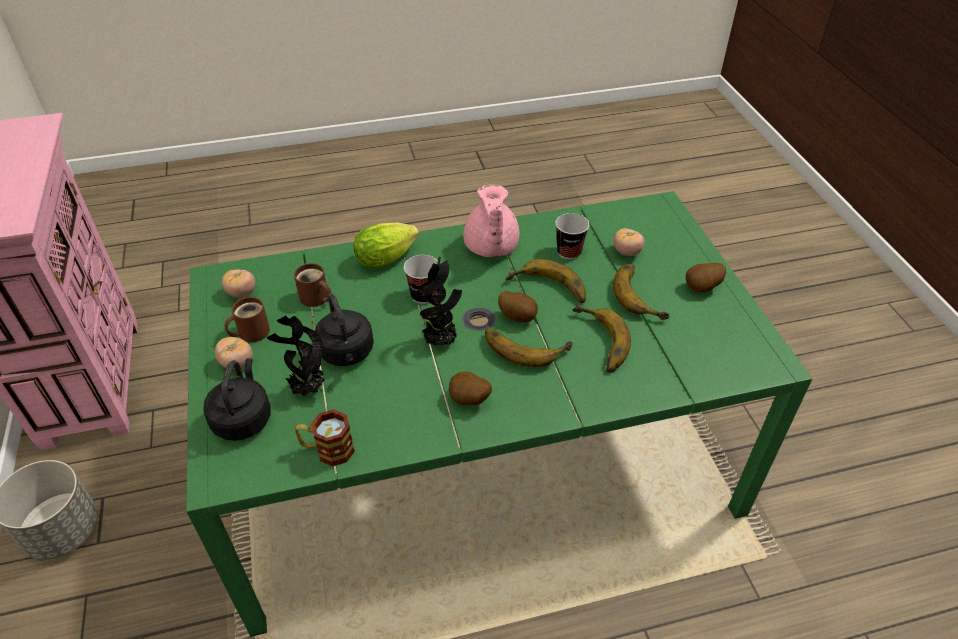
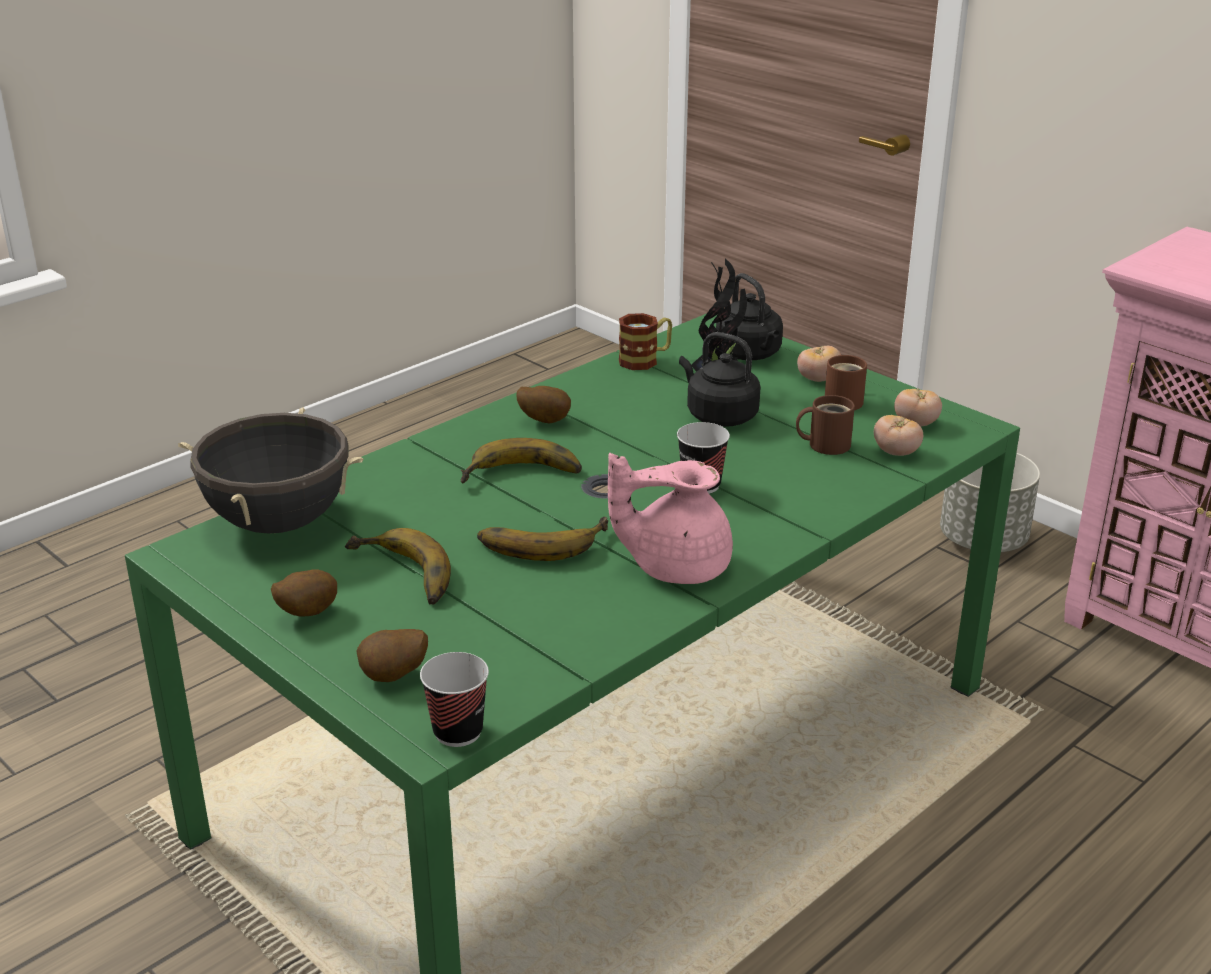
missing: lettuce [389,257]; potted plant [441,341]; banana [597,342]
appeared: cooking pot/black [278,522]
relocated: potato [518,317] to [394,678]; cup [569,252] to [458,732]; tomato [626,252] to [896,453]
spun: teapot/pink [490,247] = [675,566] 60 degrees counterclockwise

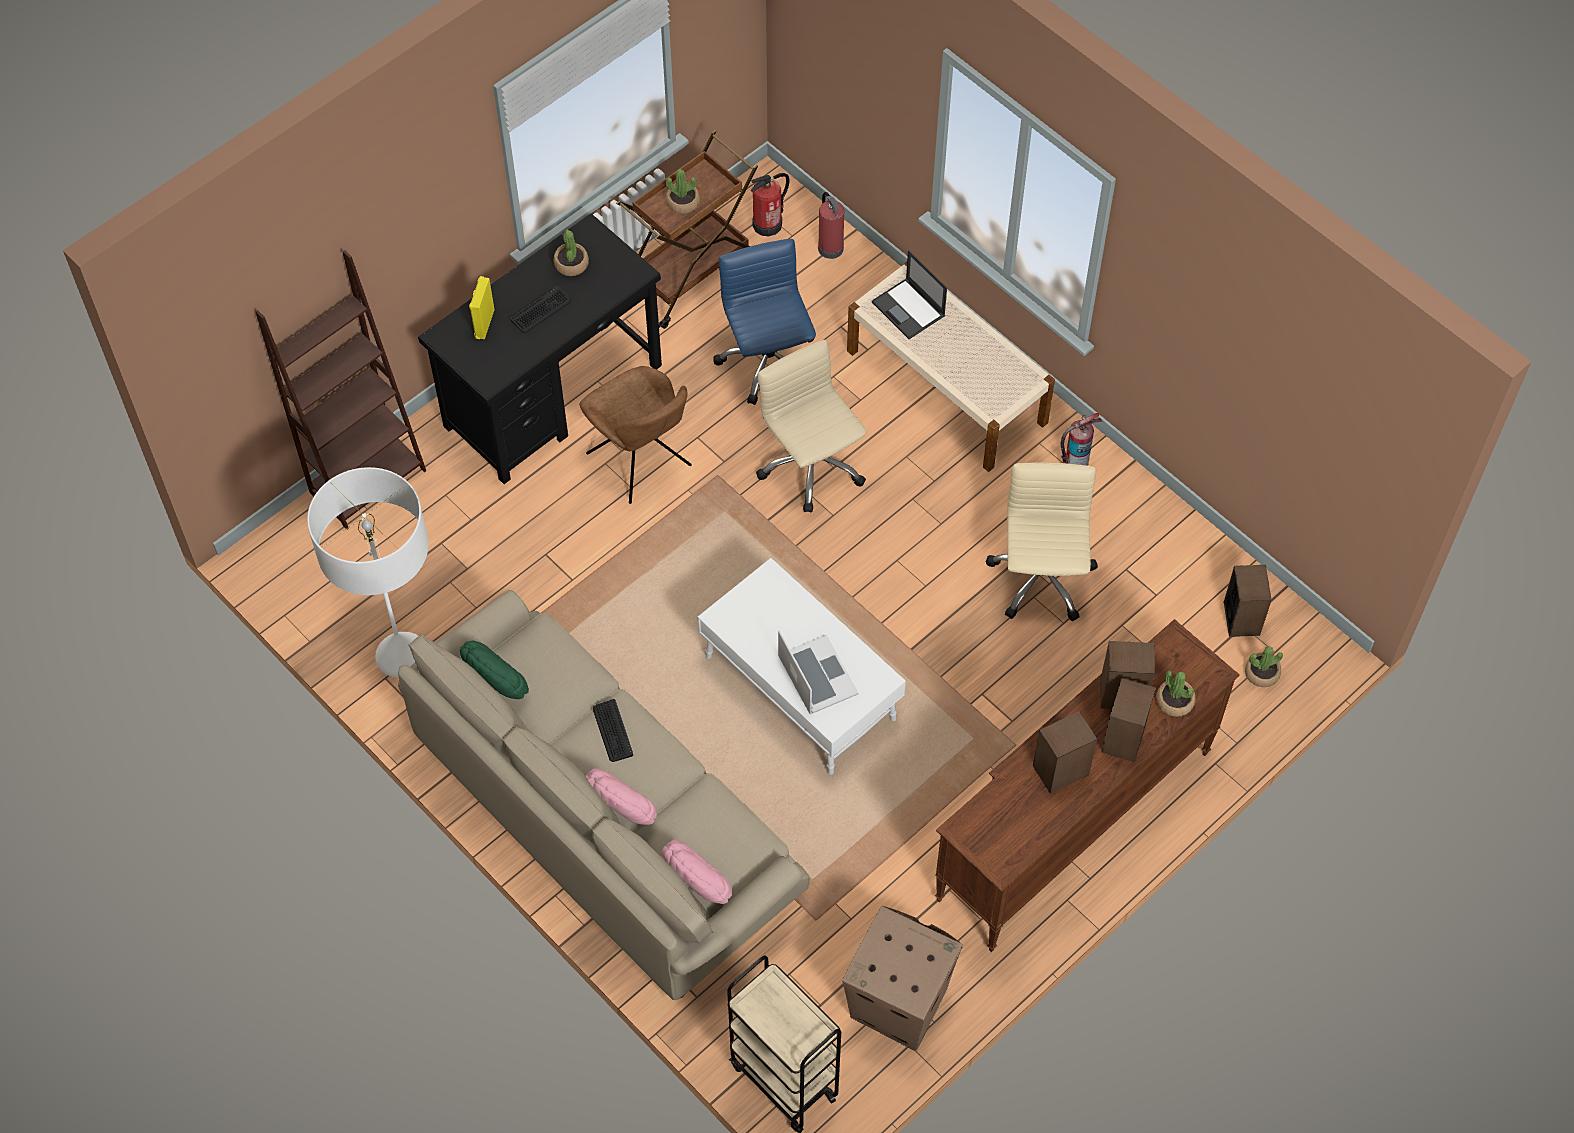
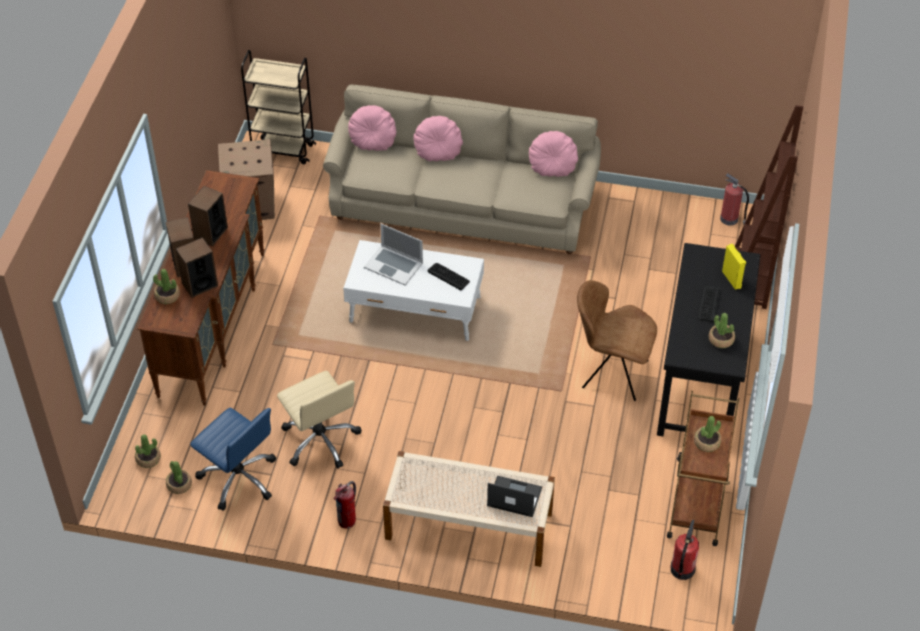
missing: floor lamp/white [402,658]; office chair/beige [811,466]
relocated: office chair/blue [768,362] to [239,478]; keyboard [612,731] to [448,276]; fire extinguisher [830,247] to [730,219]
exchanged: speaker [1242,618] to potted plant [179,485]
colour: pillow/green [497,686] to pillow/pink [552,170]

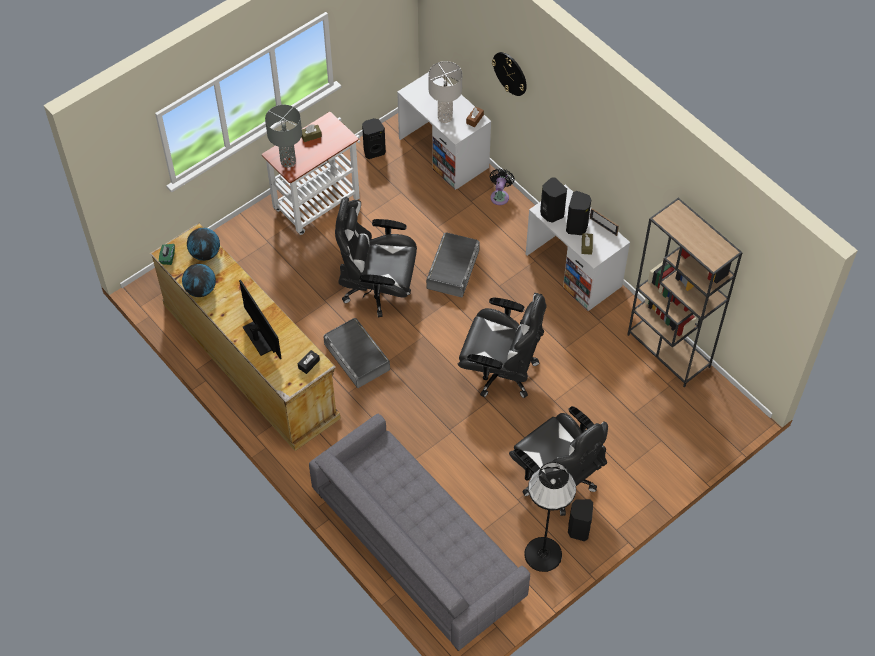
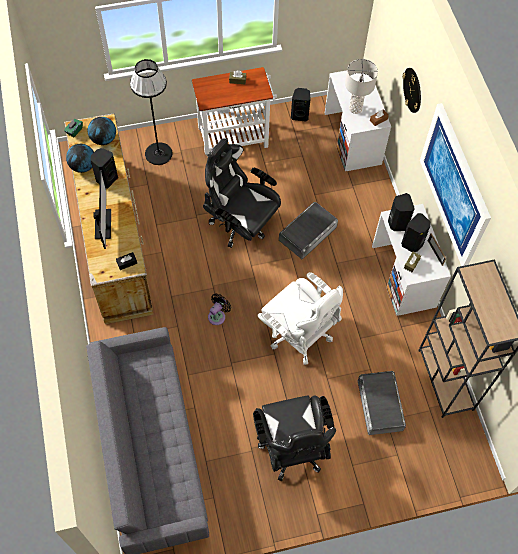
missing: table lamp/grey [288,161]
appeared: picture [454,186]
relocated: speaker/black [578,529] to [106,179]; floor lamp/black [543,554] to [158,154]; fan/black [500,196] to [218,315]; storage box/grey [357,356] to [380,405]
colour: office chair/black [499,371] to office chair/white [297,333]

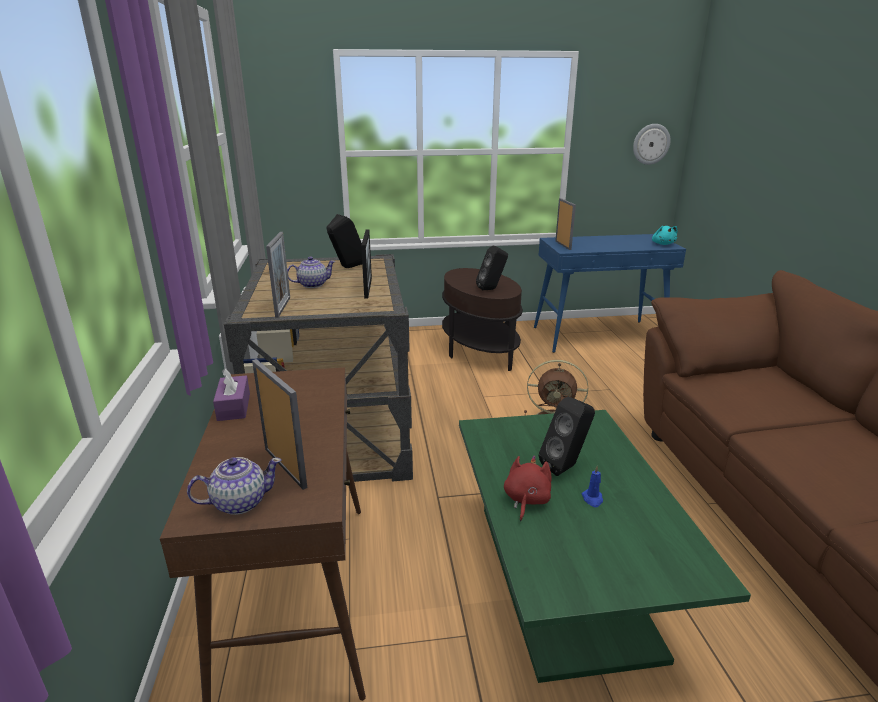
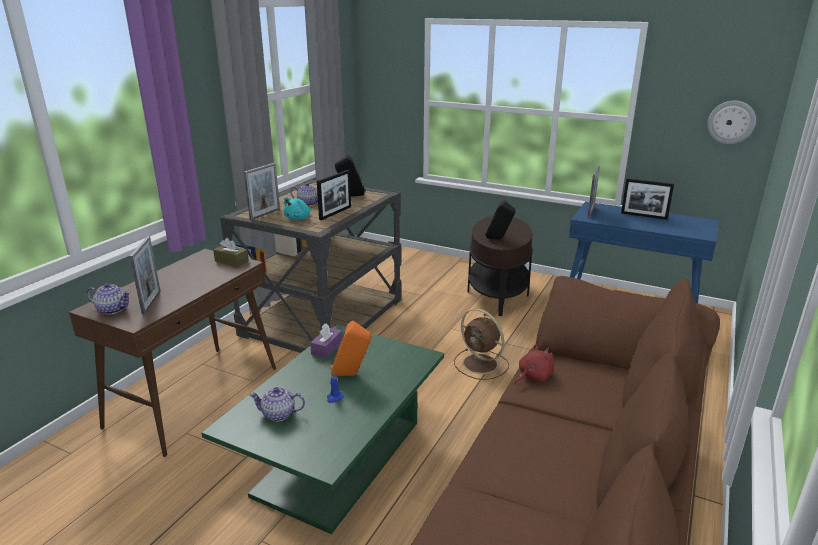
appeared: tissue box/brown [231,261]; teapot [279,414]; picture frame [644,216]
relocated: plush toy/turquoise [663,244] to [298,218]; tissue box/purple [234,407] to [327,348]; plush toy/red [526,500] to [533,377]
colour: speaker/black [566,467] to speaker/orange [351,375]

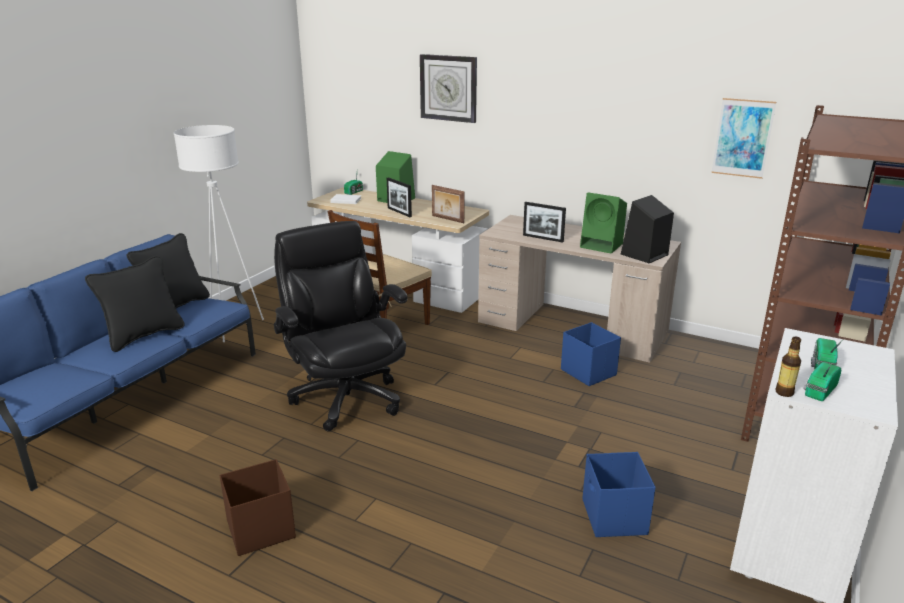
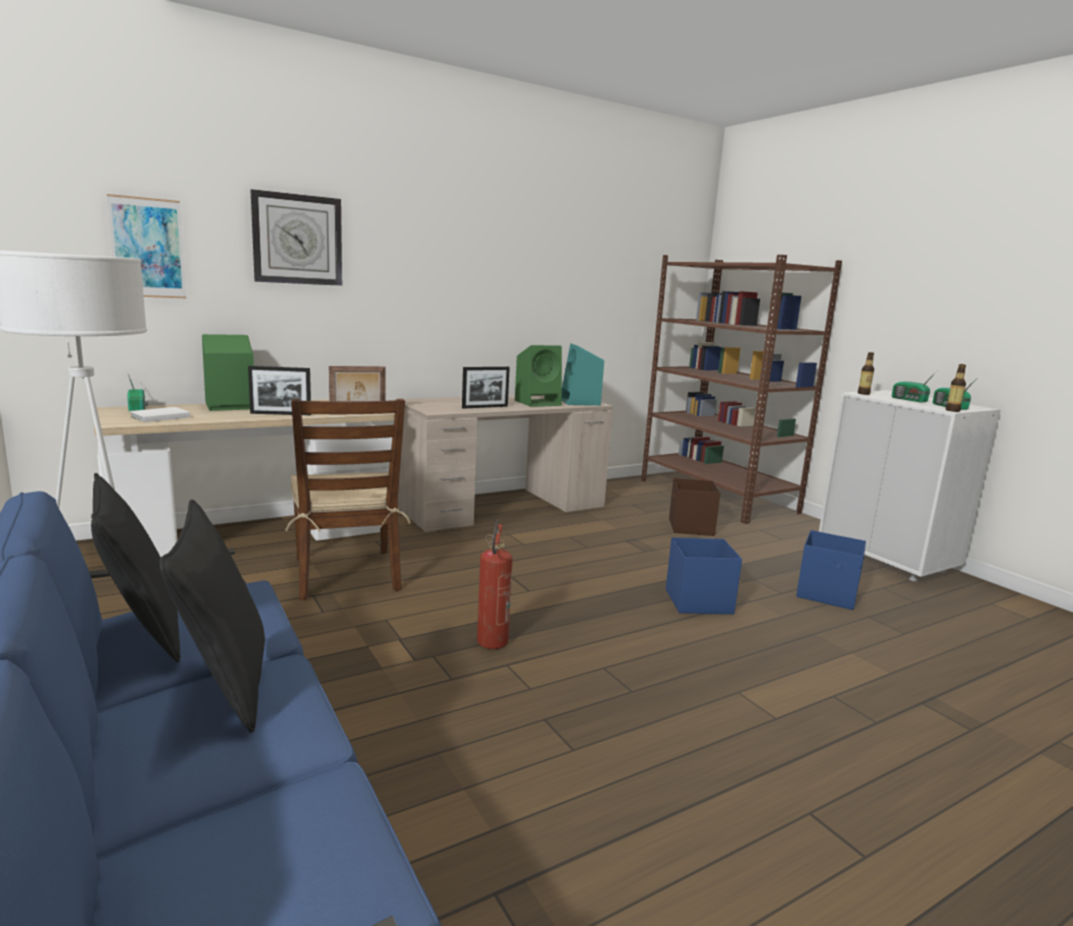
appeared: bottle [863,394]
relocated: picture [742,138] to [148,248]; storage box/blue [588,372] to [697,602]; storage box/brown [260,530] to [690,527]
exchanged: office chair/black [346,397] to fire extinguisher [491,646]
colour: speaker/black [644,255] to speaker/turquoise [580,402]

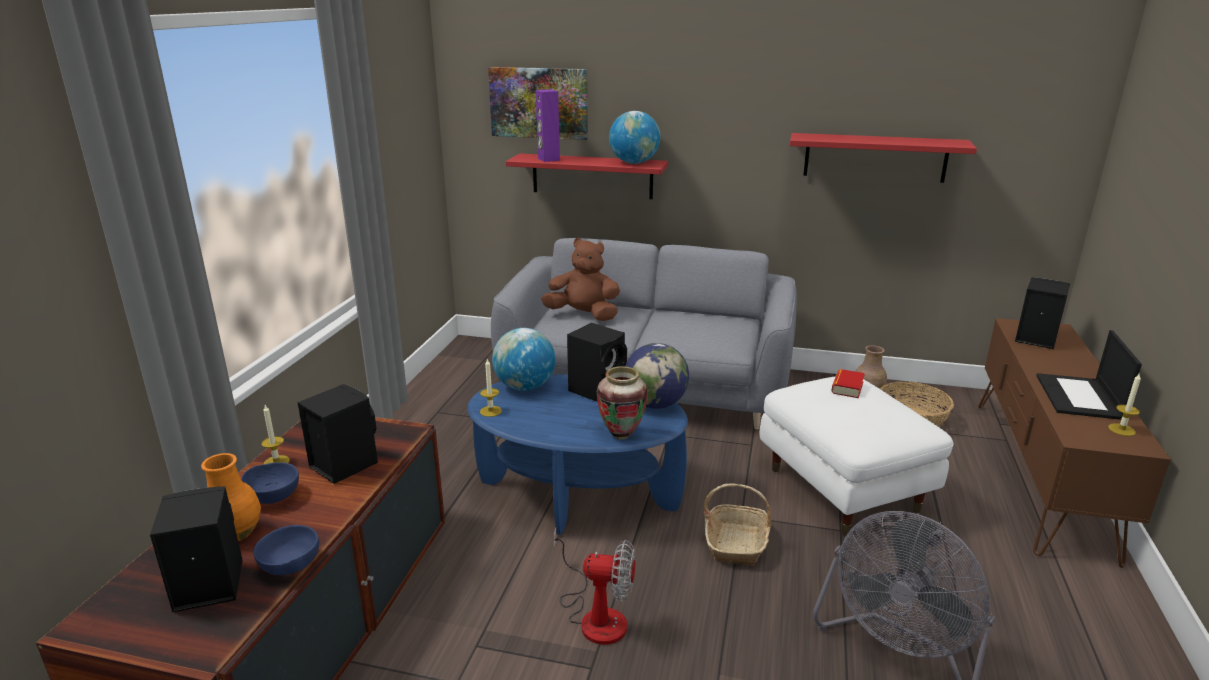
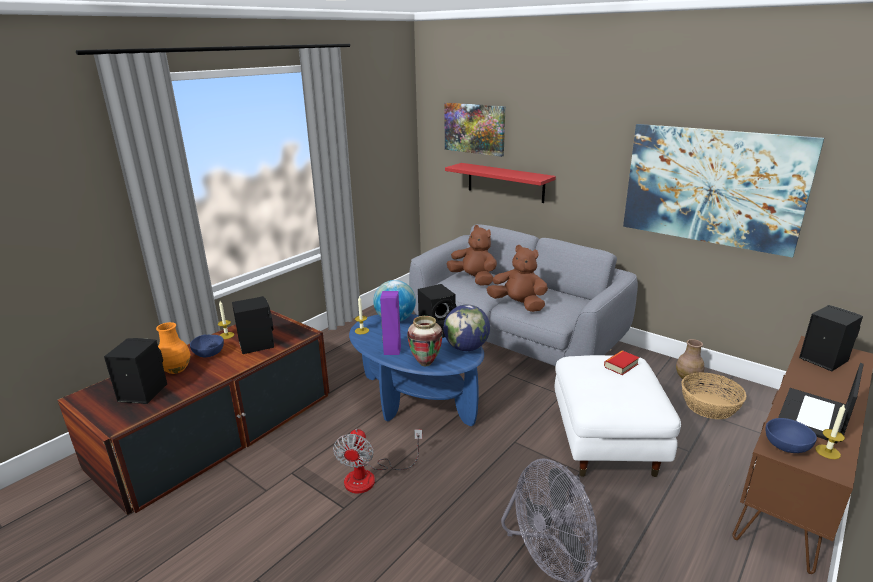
missing: globe [634,163]; basket [736,543]
appeared: plush toy/brown [518,305]
relocated: speaker/purple [548,159] to [392,350]; bowl/blue [290,567] to [786,448]
exchanged: shelf/red [875,157] to picture [712,187]
spun: fan [595,615] = [370,477] 60 degrees clockwise

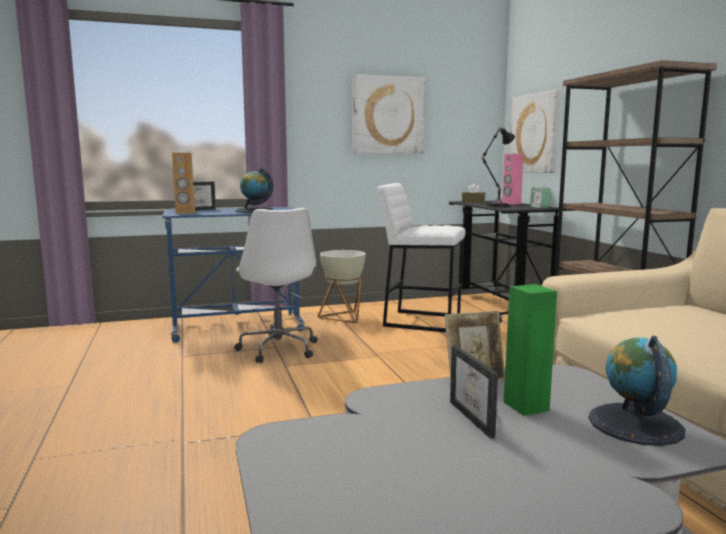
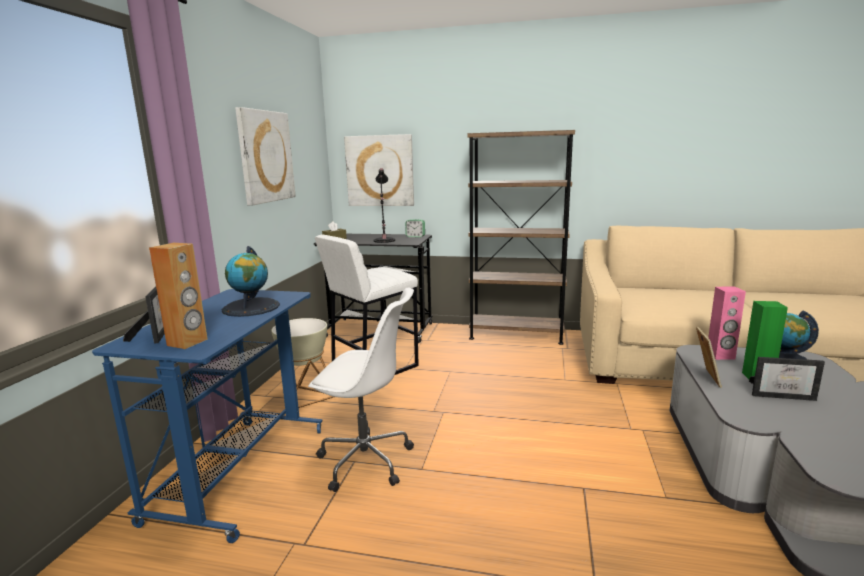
relocated: speaker/pink [511,203] to [720,356]

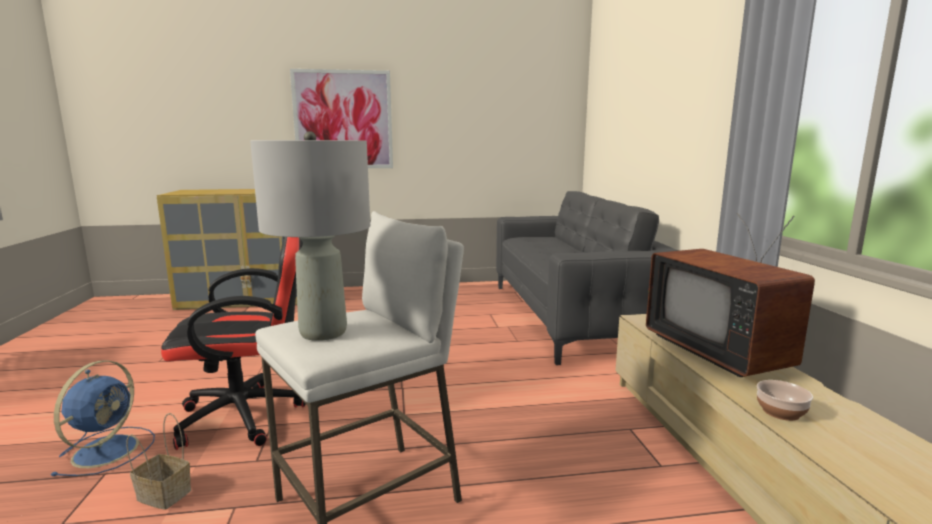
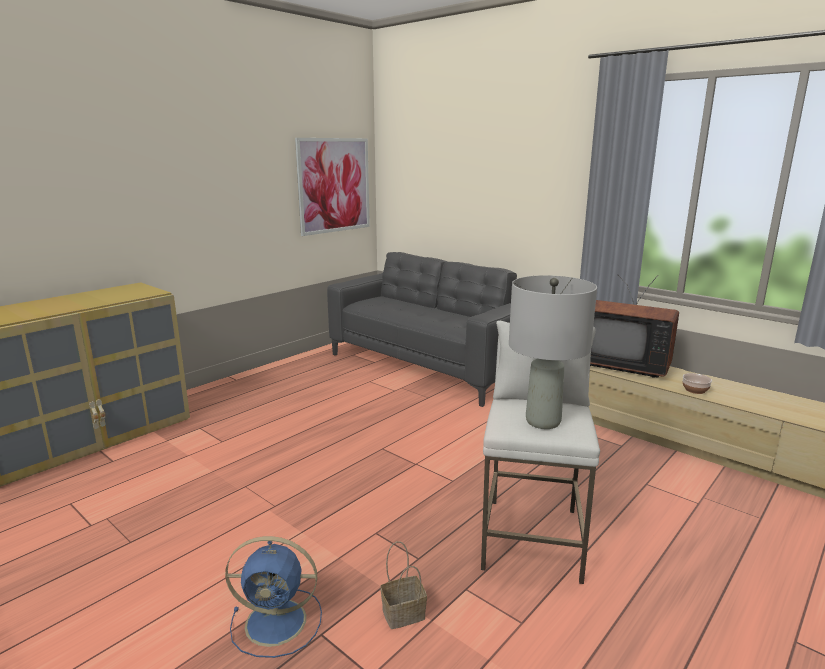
missing: office chair/black [251,416]
relocated: picture [343,120] to [334,185]
spun: fan/blue [108,449] = [278,622] 120 degrees clockwise

